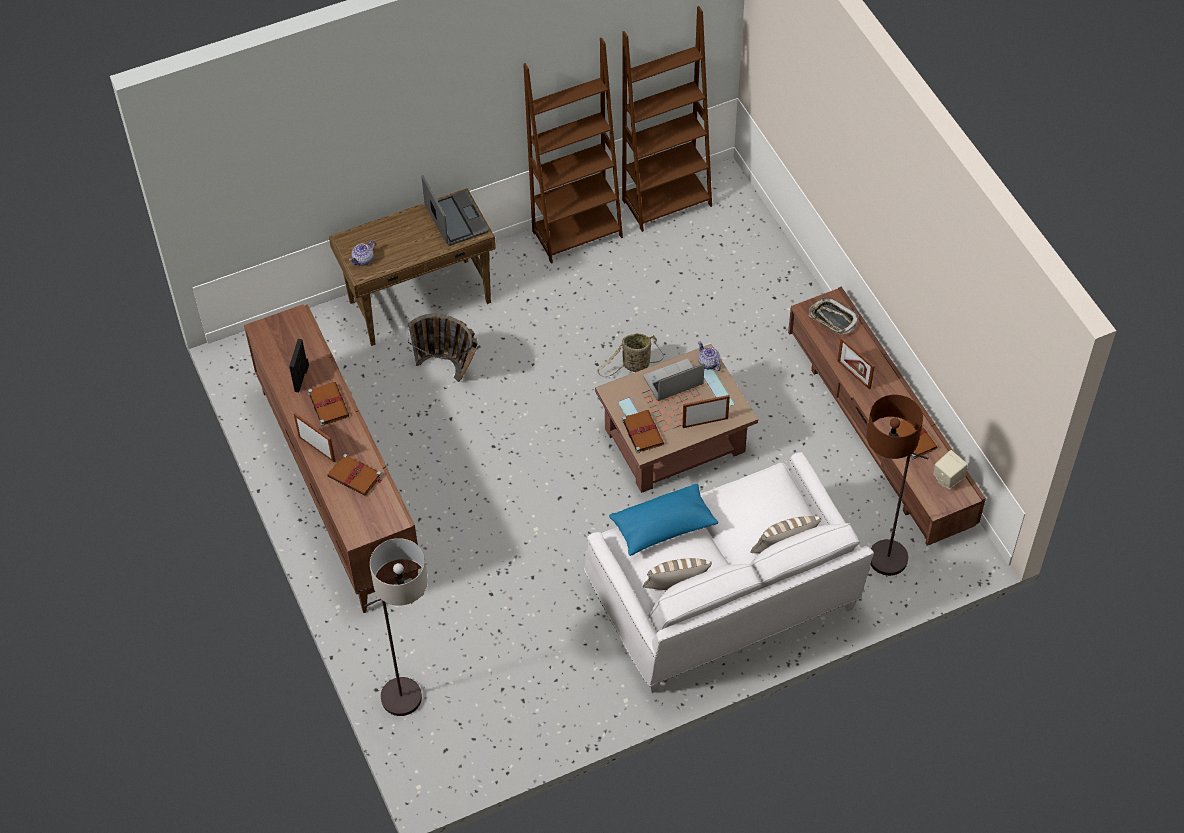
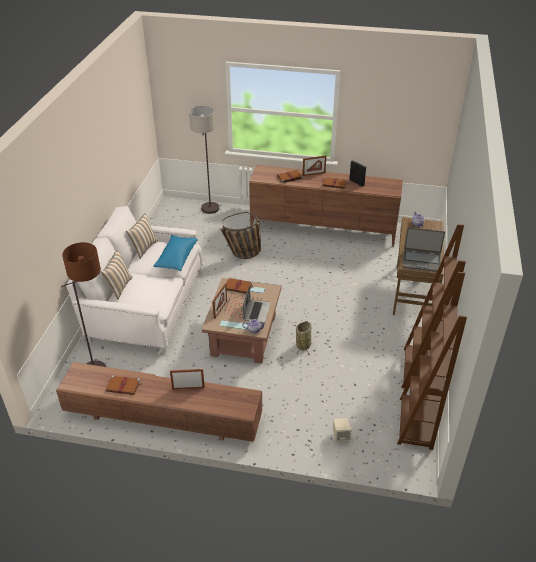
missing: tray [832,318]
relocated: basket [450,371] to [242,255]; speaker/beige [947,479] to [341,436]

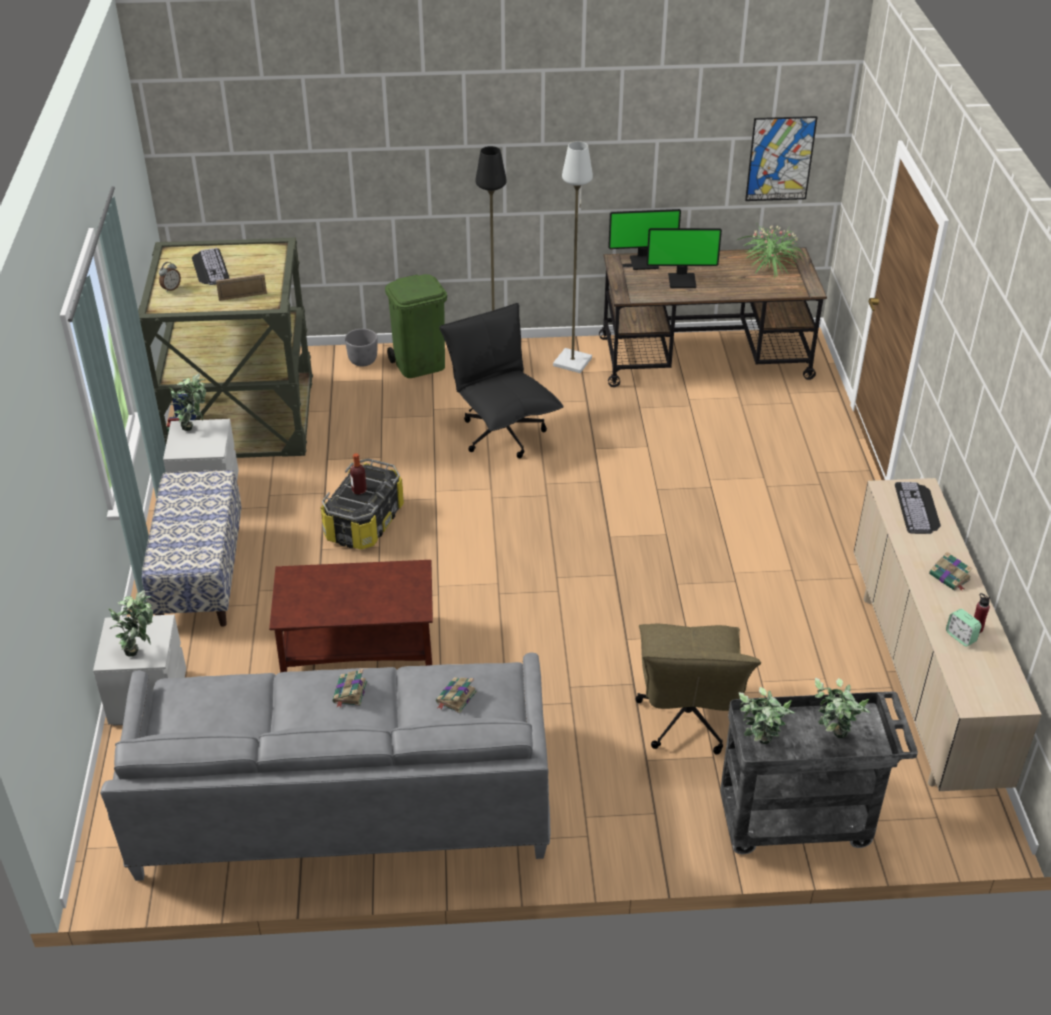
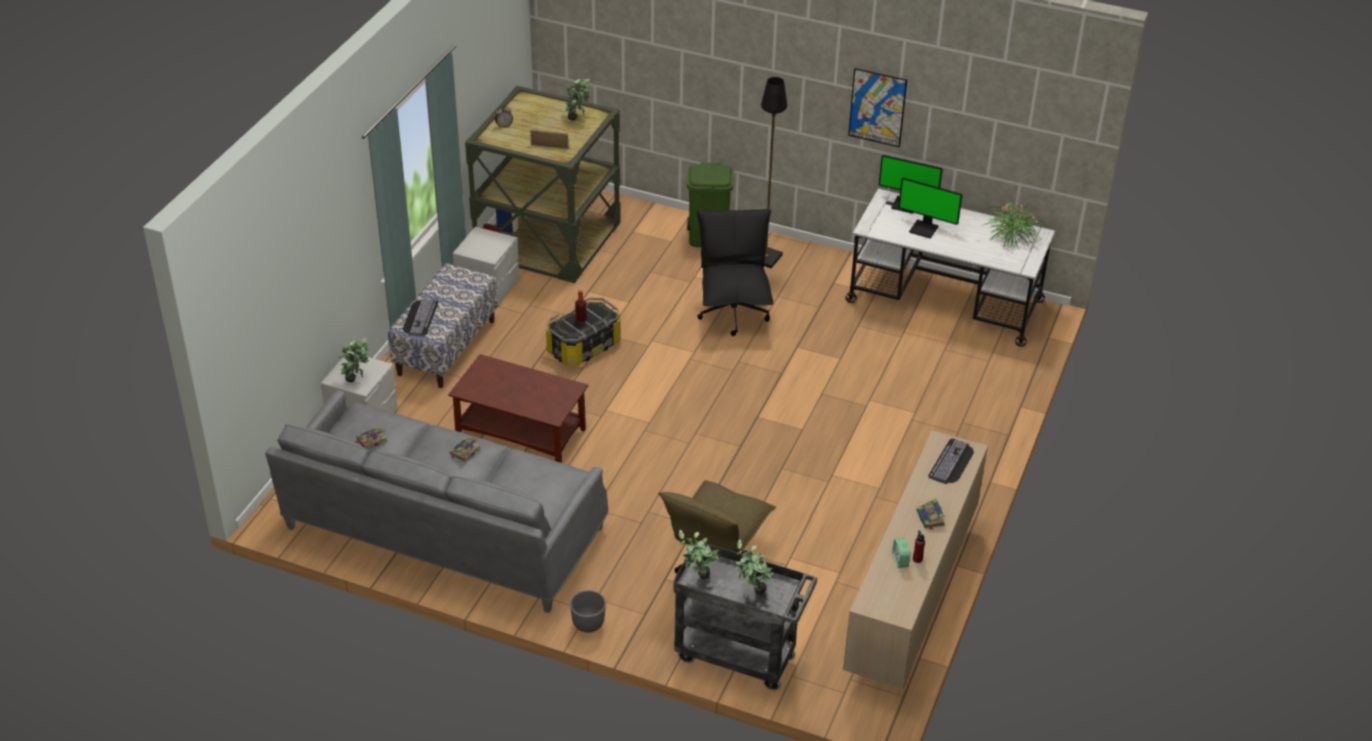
missing: floor lamp/grey [573,361]
relocated: book [455,698] to [371,440]; keyboard [209,267] to [419,317]; potted plant [194,426] to [578,118]; planter/grey [362,361] to [587,624]; picture [780,159] to [877,107]
colour: desk/brown [704,358] to desk/white [944,301]

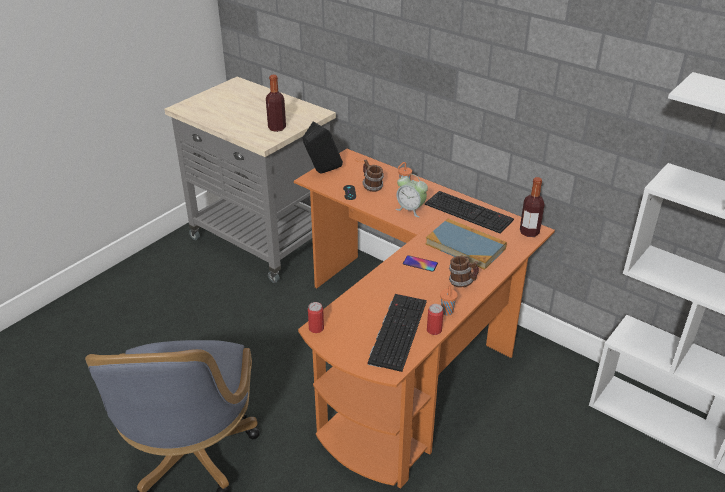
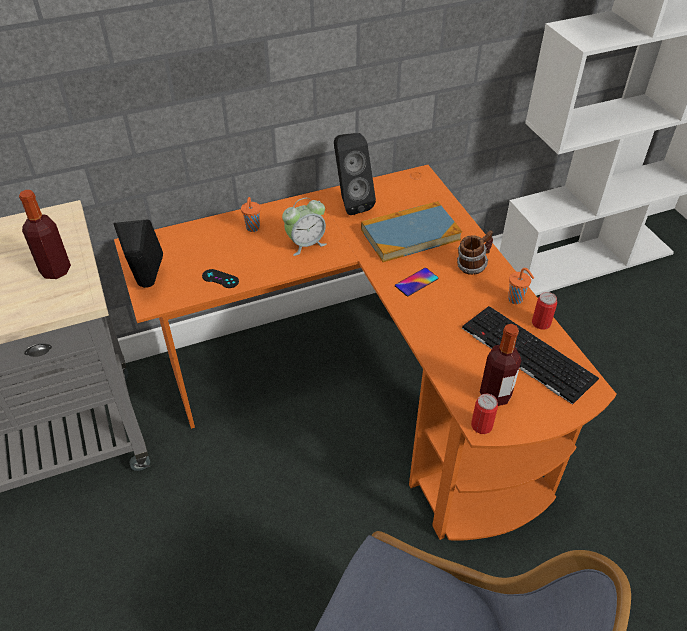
missing: mug [371,187]
relocated: bottle [529,232] to [495,395]
exchanged: keyboard [470,212] to speaker/black [350,203]

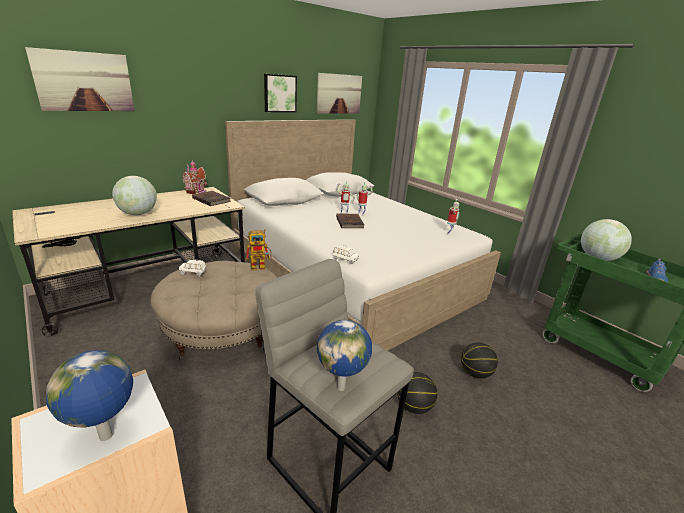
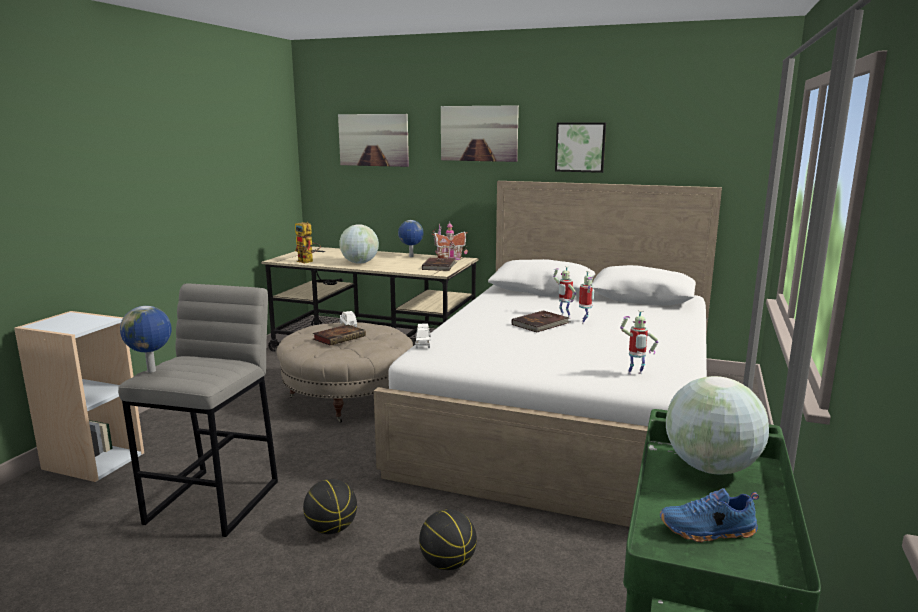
appeared: book [340,338]
relocated: toy robot [261,266] to [308,262]; globe [106,437] to [411,257]; picture [339,94] to [479,133]

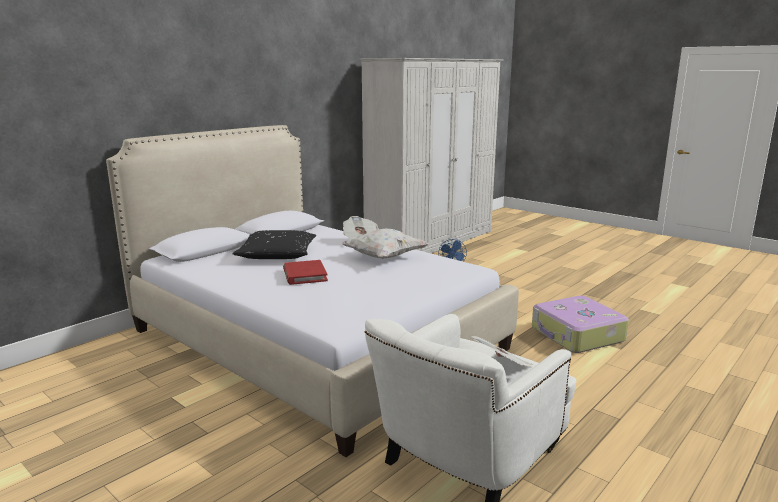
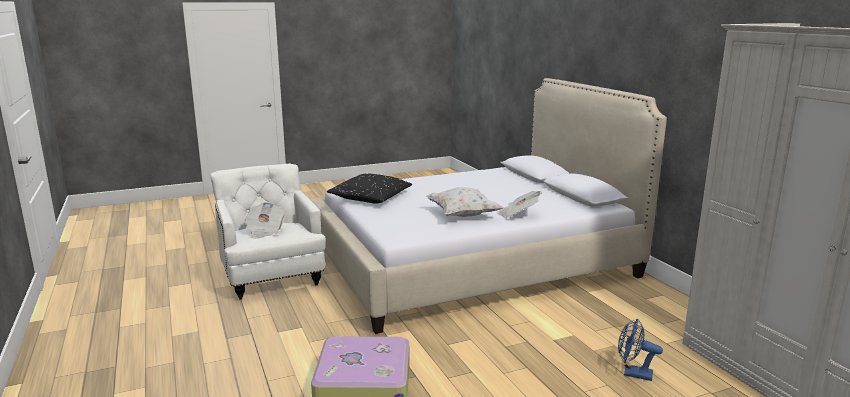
missing: book/red [304,275]
relocated: pillow/black [277,255] to [371,197]

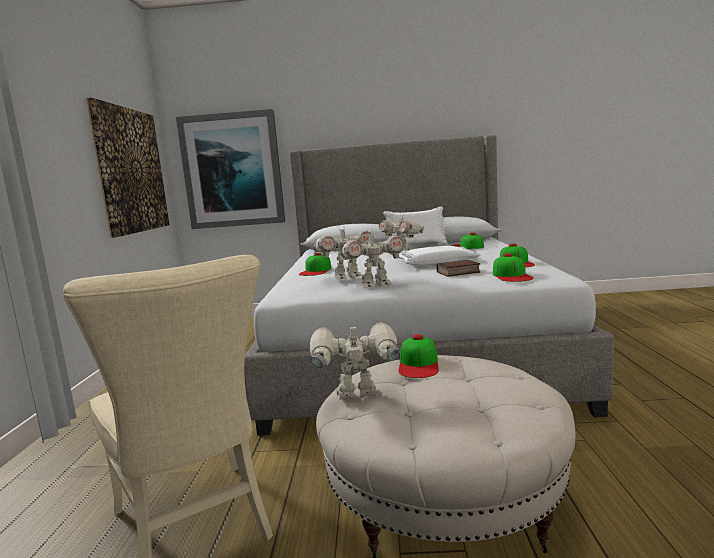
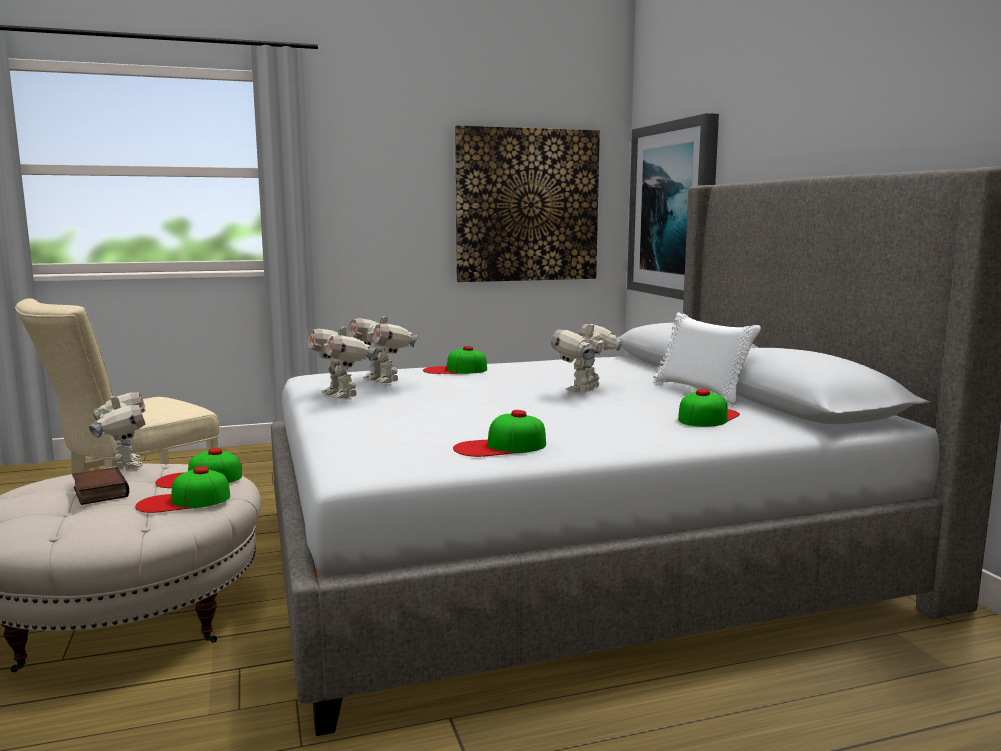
missing: pillow/white [436,261]
relocated: book [458,272] to [98,492]; cap [512,276] to [183,501]

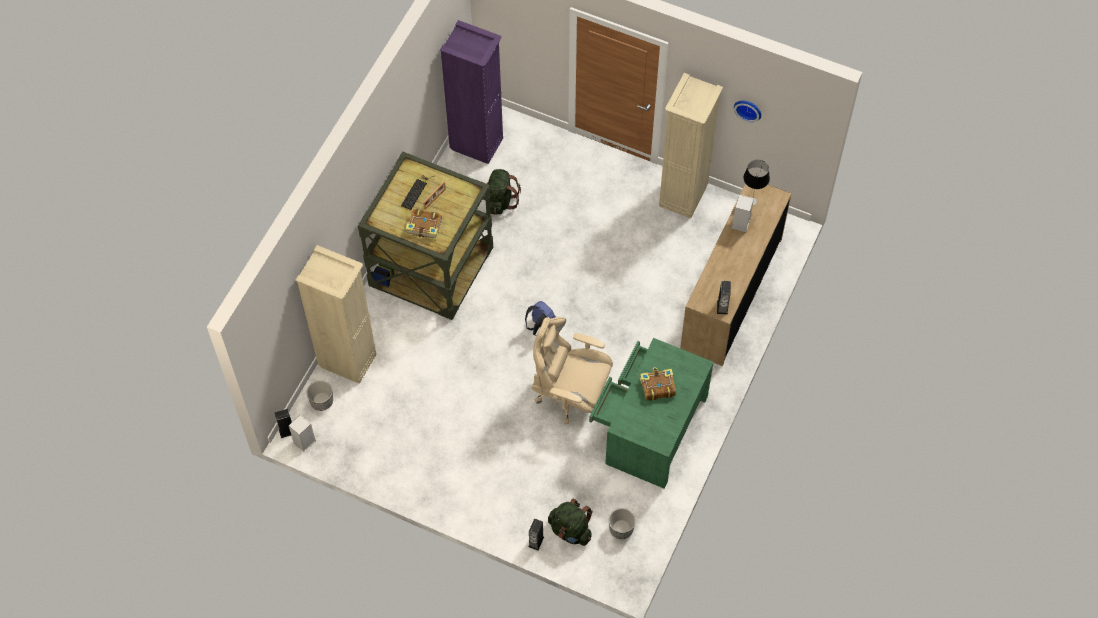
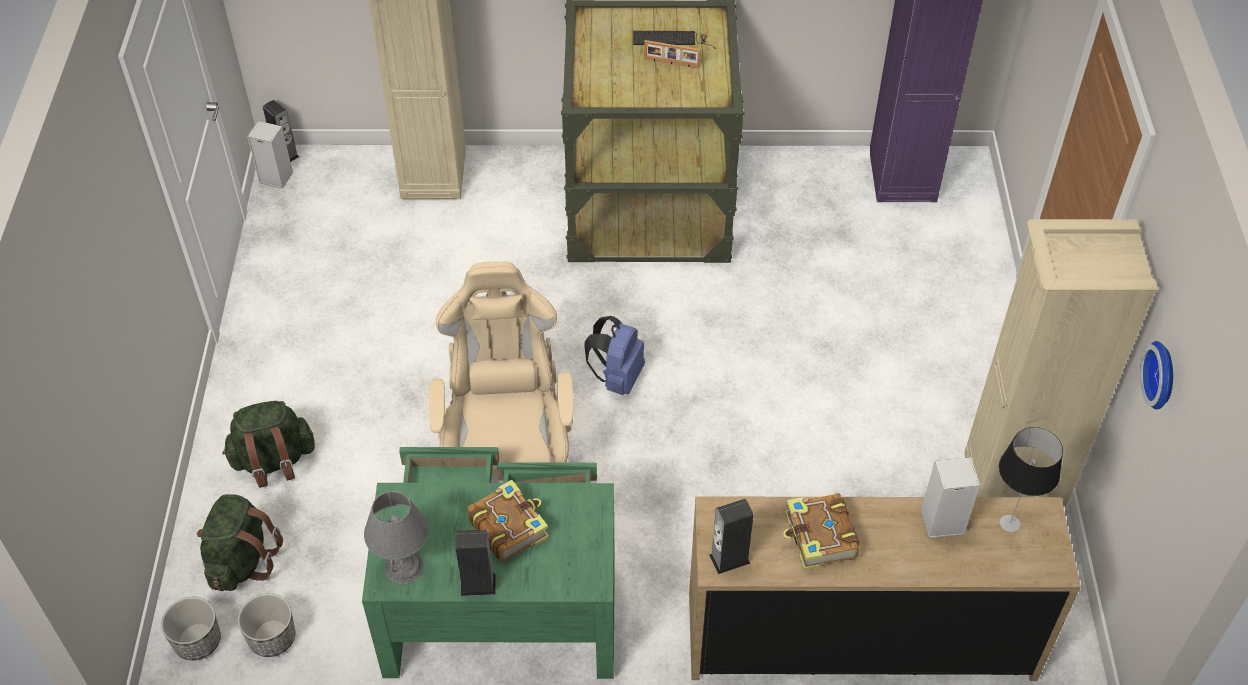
appeared: table lamp/grey [404,567]
relocated: planter [321,401] to [198,641]; backpack/green [500,201] to [273,461]; speaker [536,541] to [478,584]; book [424,228] to [819,538]

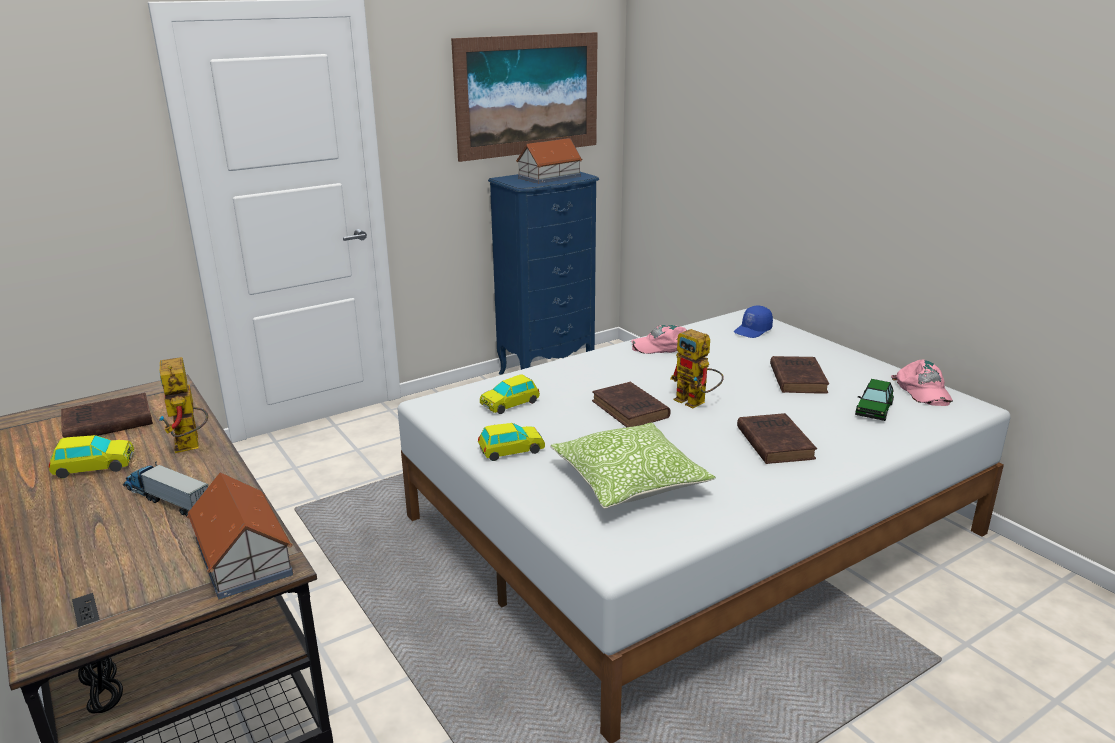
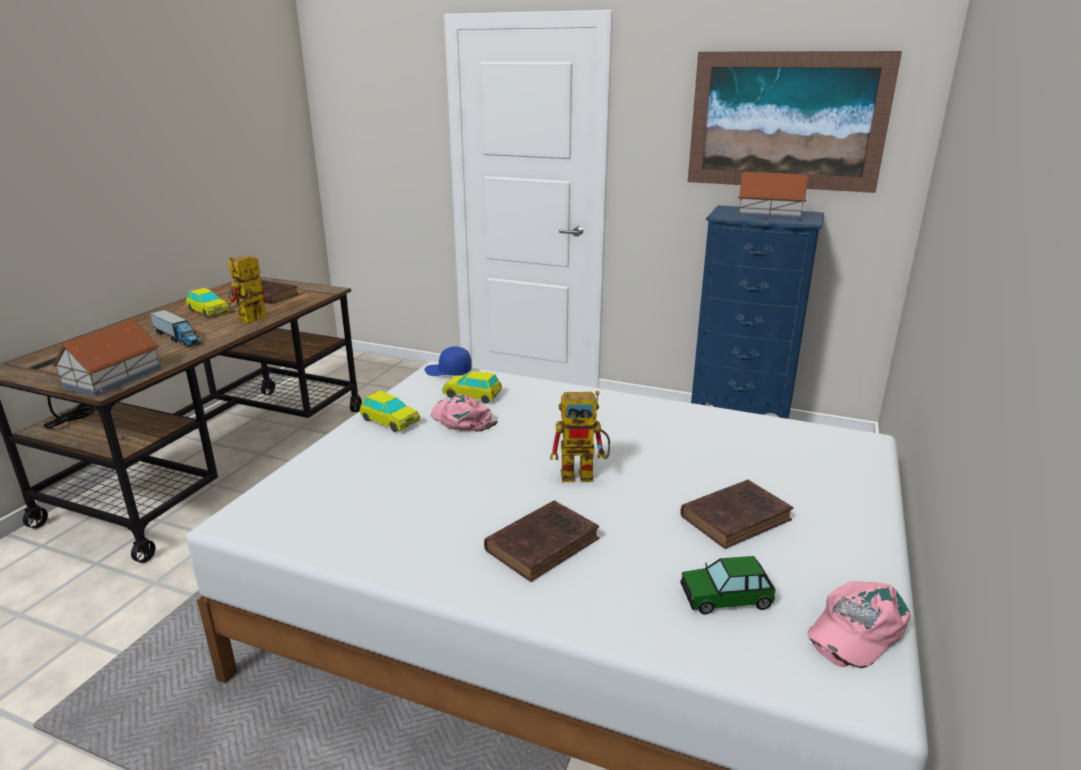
missing: pillow [629,481]; book/brown [631,410]
relocated: cap/blue [753,331] to [448,372]; cap/pink [661,346] to [462,419]
spun: toy truck [167,499] = [178,338] 135 degrees clockwise; toy robot [696,402] = [584,473] 105 degrees counterclockwise

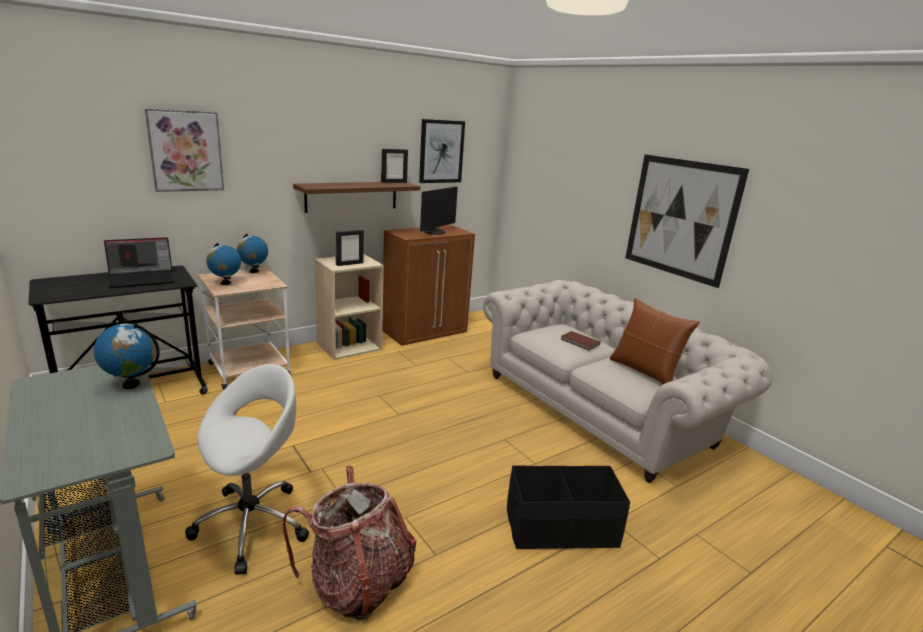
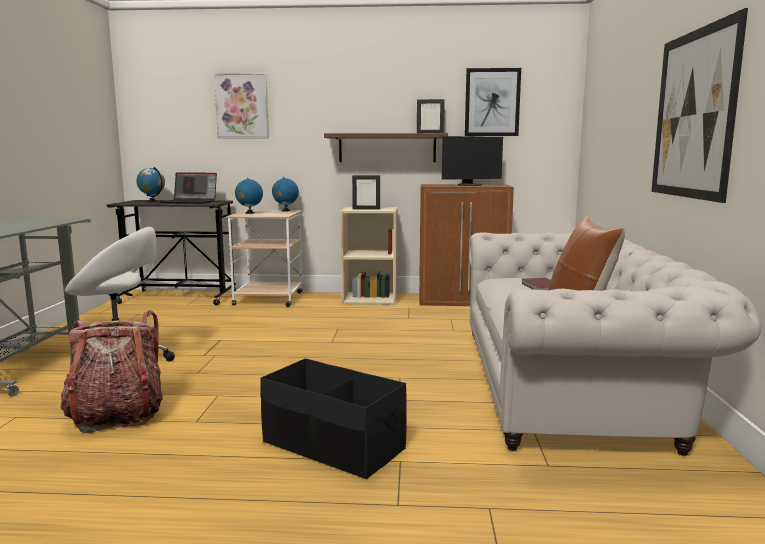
relocated: globe [131,384] to [152,201]

